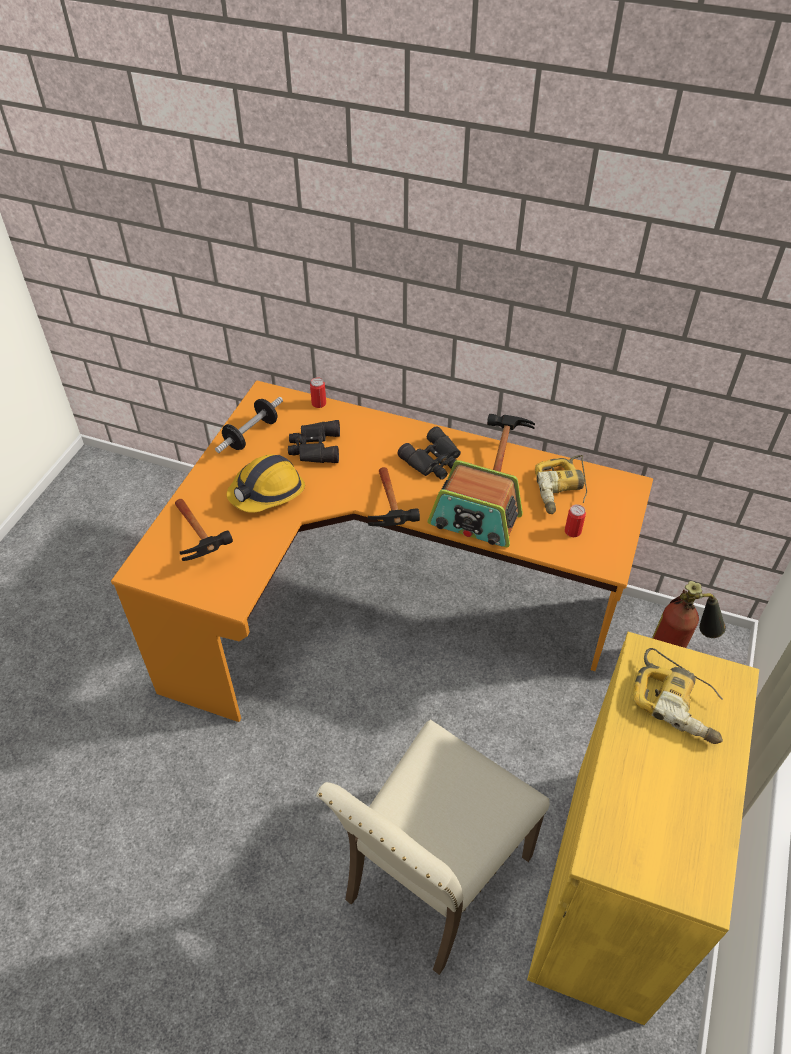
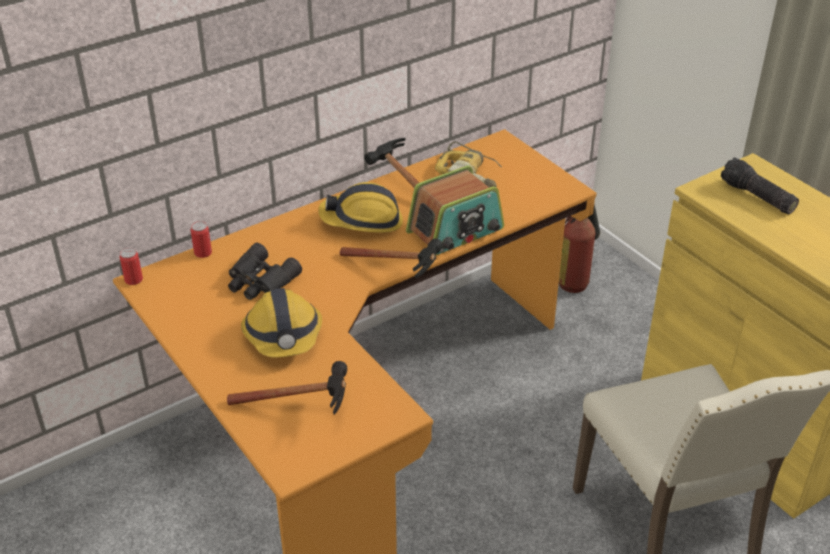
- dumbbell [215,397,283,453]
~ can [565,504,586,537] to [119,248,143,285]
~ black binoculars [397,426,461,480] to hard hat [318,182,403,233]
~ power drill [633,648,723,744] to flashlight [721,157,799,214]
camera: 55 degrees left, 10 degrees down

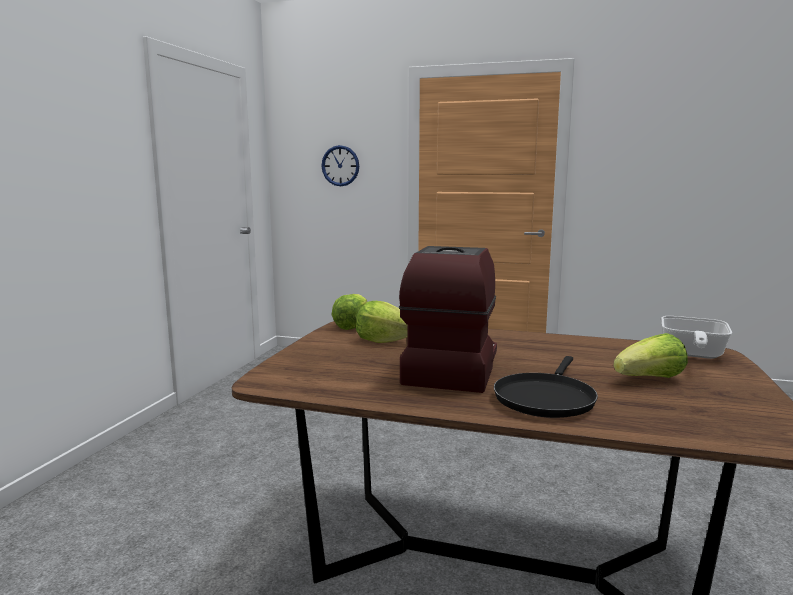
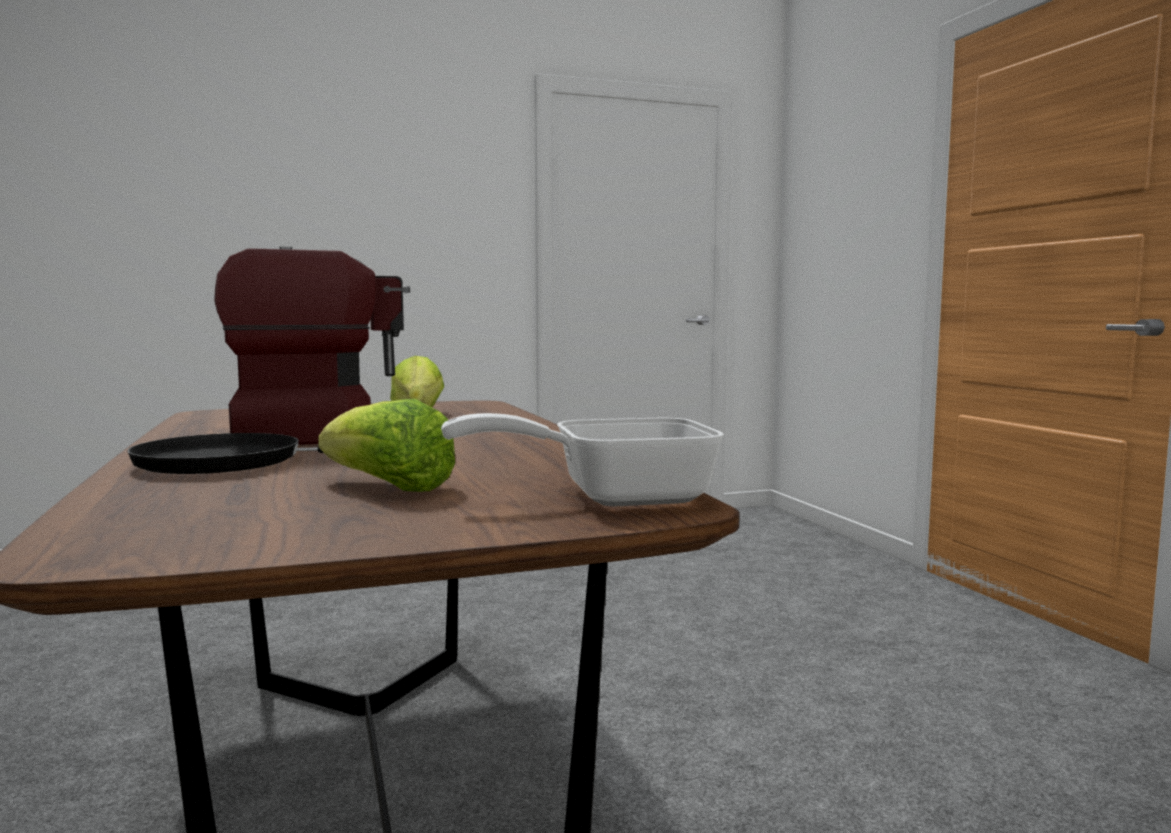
- wall clock [322,145,359,186]
- lettuce [331,294,367,330]
camera: 55 degrees right, 5 degrees down

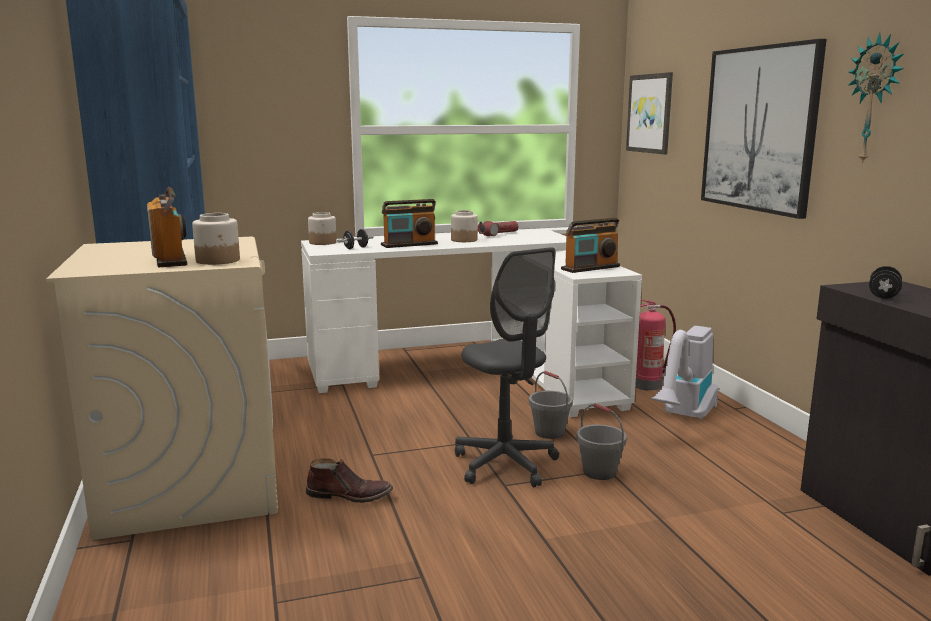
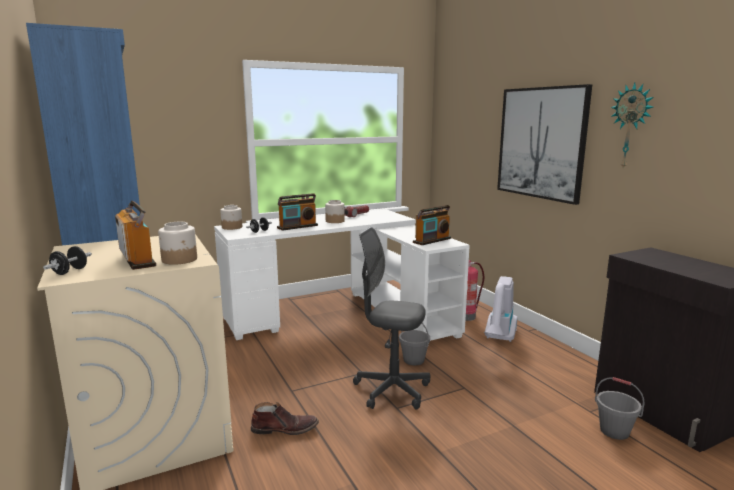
- picture [626,72,673,154]
~ grey bucket [576,404,627,480] to [595,377,644,440]
~ black dumbbell [869,266,902,299] to [43,246,92,275]
~ grey office chair [455,247,559,487] = [353,227,430,409] 150 degrees clockwise
camera: 10 degrees left, 0 degrees up

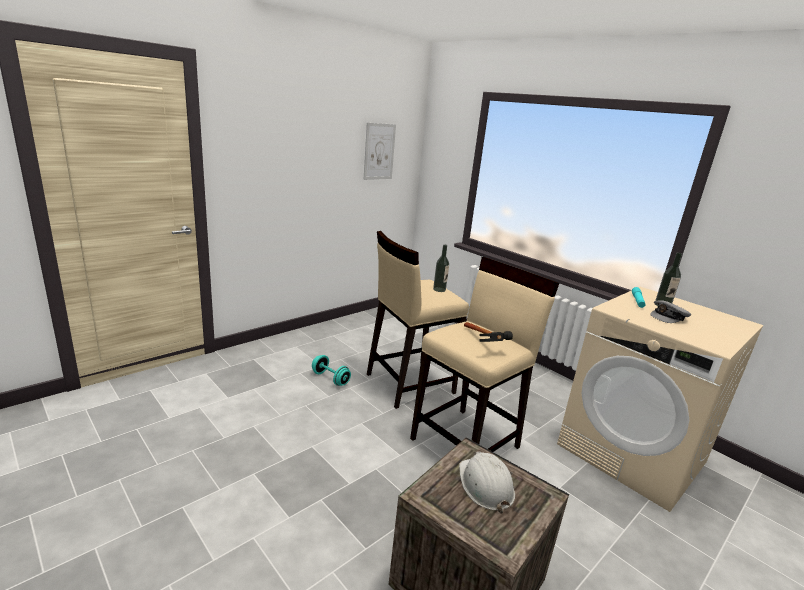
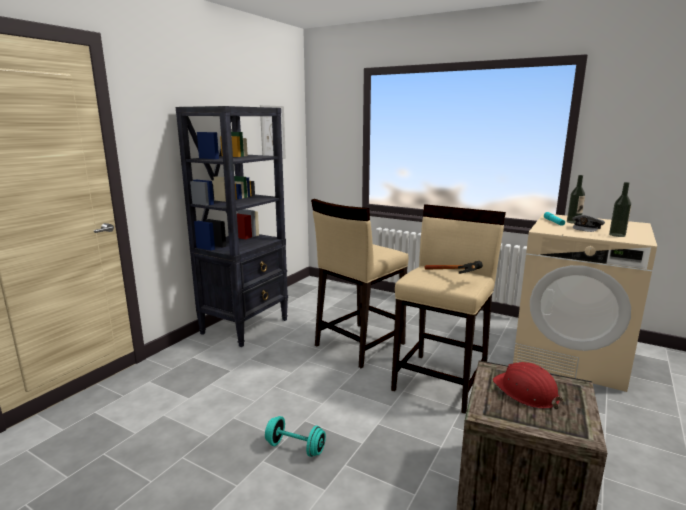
+ black bookcase [176,106,288,347]
~ turquoise dumbbell [312,355,351,386] to [265,416,326,457]
~ bottle [433,244,449,292] to [609,182,631,237]
~ white hard hat [459,452,515,513] to red hard hat [493,362,564,409]
camera: 15 degrees left, 5 degrees down

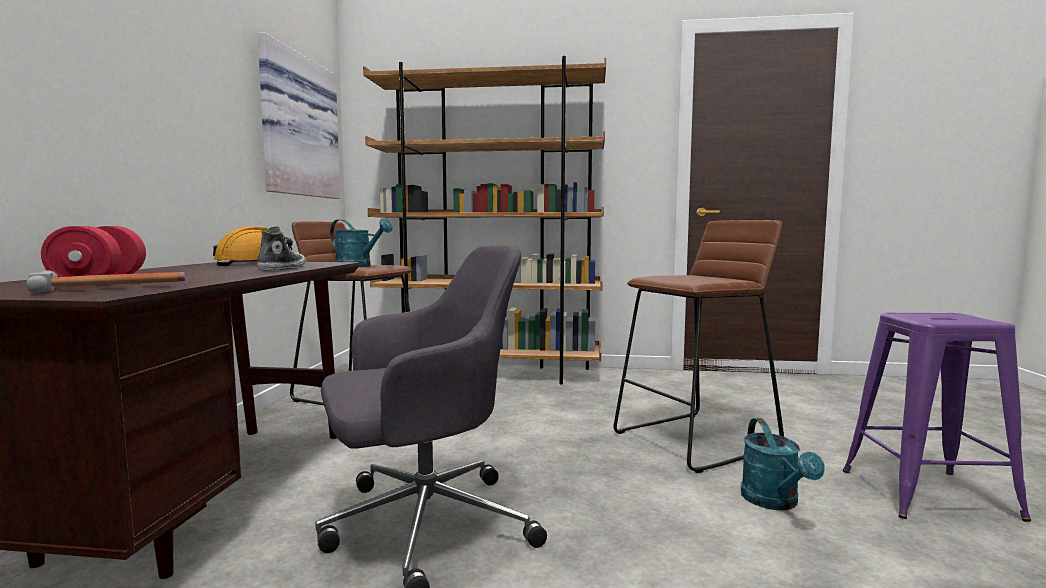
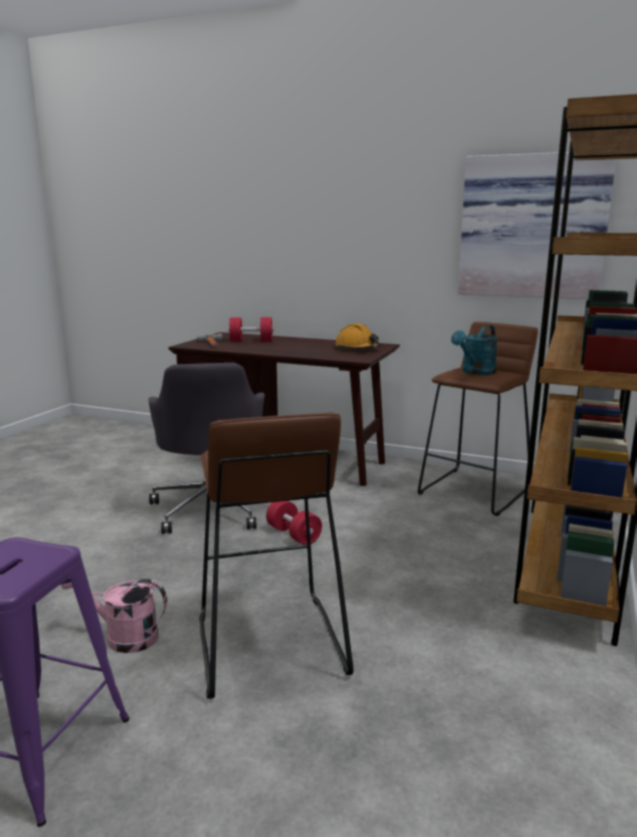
- shoe [257,226,305,270]
+ red dumbbell [266,501,322,545]
~ turquoise watering can [741,418,825,510] to pink watering can [61,577,167,653]
camera: 105 degrees right, 10 degrees up

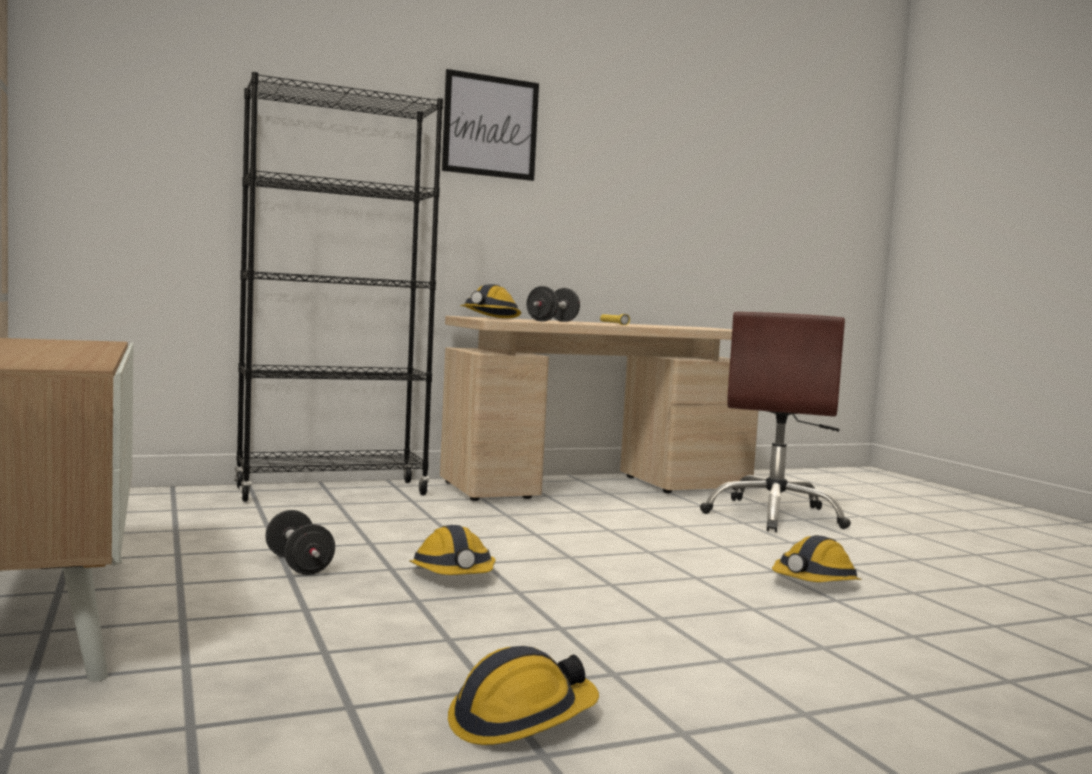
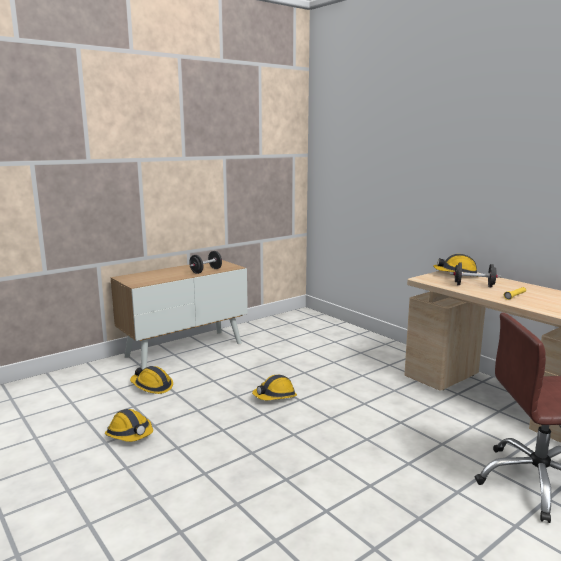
- black bookcase [234,72,443,502]
- picture [442,69,539,181]
~ black dumbbell [265,510,335,575] to [189,251,222,274]
~ hard hat [772,535,861,582] to [130,366,173,394]
camera: 75 degrees right, 10 degrees up

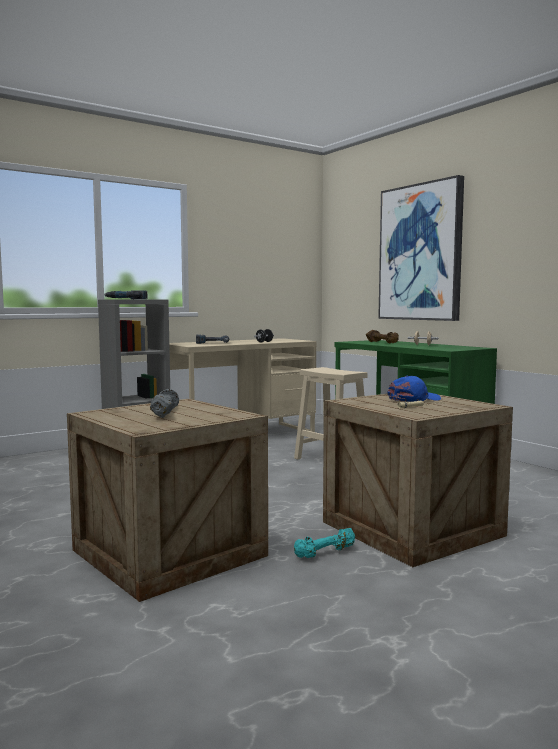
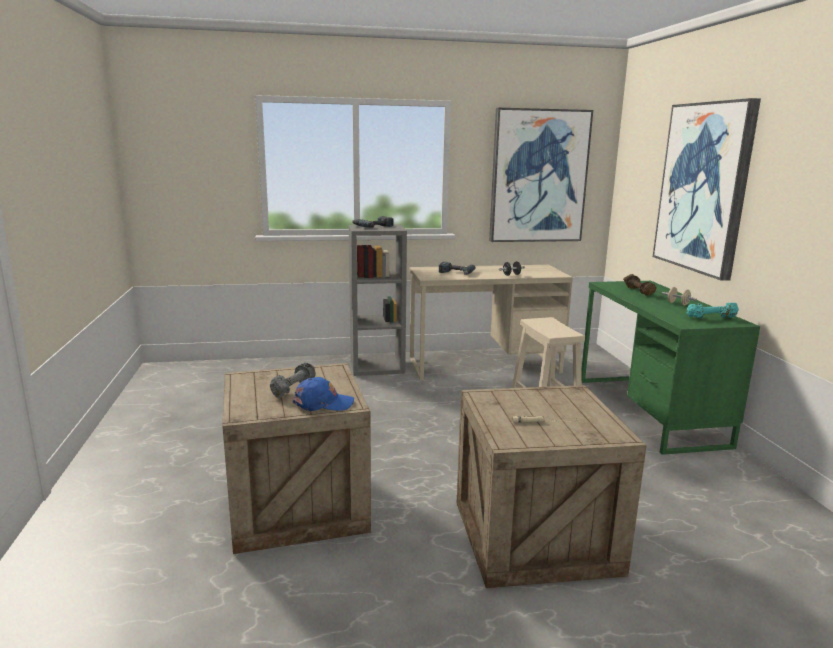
+ picture [489,108,593,242]
~ turquoise dumbbell [294,528,355,558] to [686,303,739,319]
~ blue cap [387,375,441,402] to [293,377,354,411]
camera: 25 degrees right, 10 degrees up

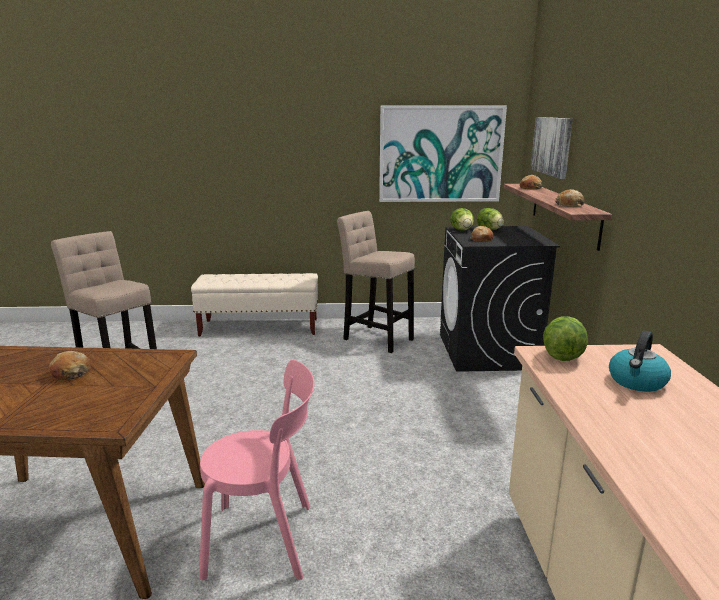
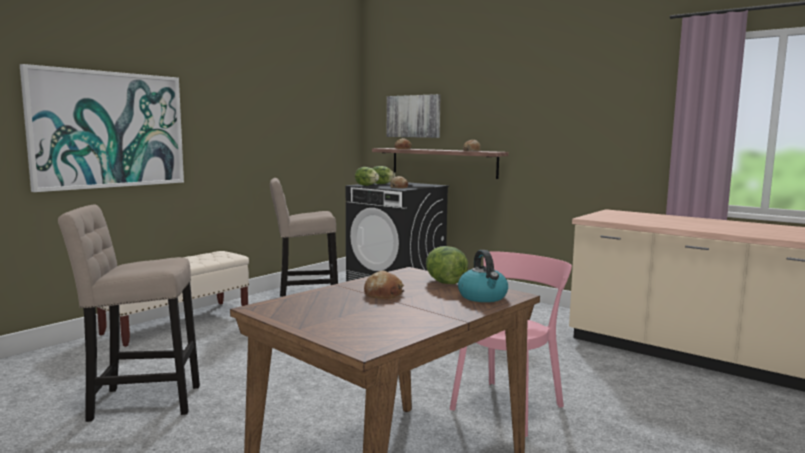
~ picture [379,106,507,202] to [20,64,184,192]
~ lettuce [543,316,588,361] to [426,246,468,284]
~ kettle [609,331,671,392] to [458,250,508,302]
camera: 50 degrees left, 10 degrees down

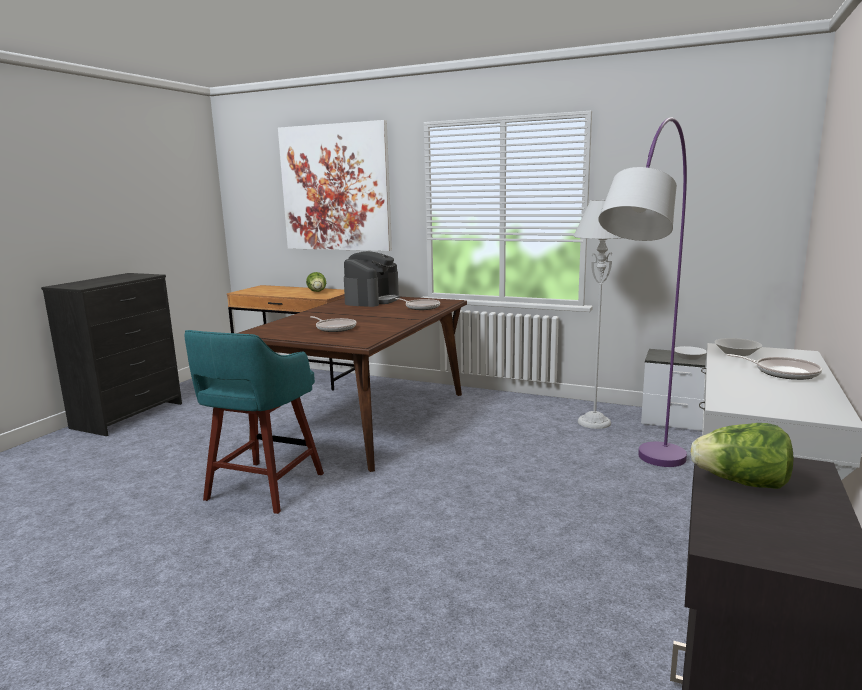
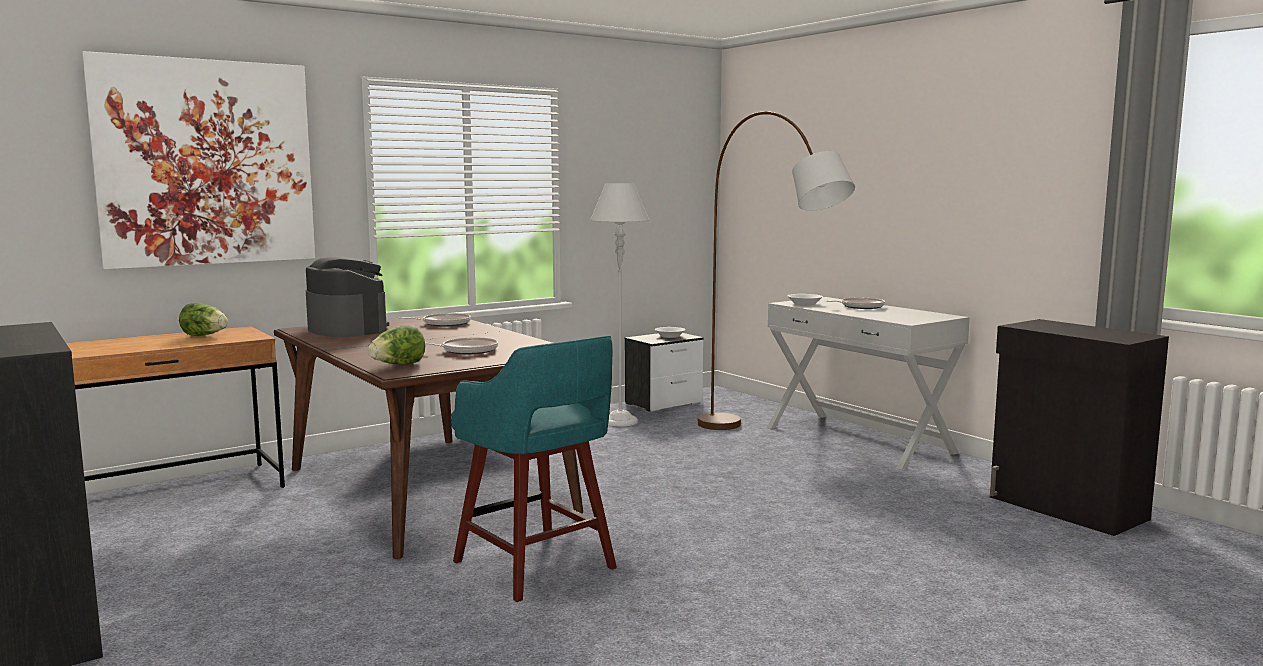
~ lettuce [691,423,794,489] to [368,325,425,365]
~ purple floor lamp [598,118,687,467] to brown floor lamp [698,111,855,430]
camera: 60 degrees left, 5 degrees down

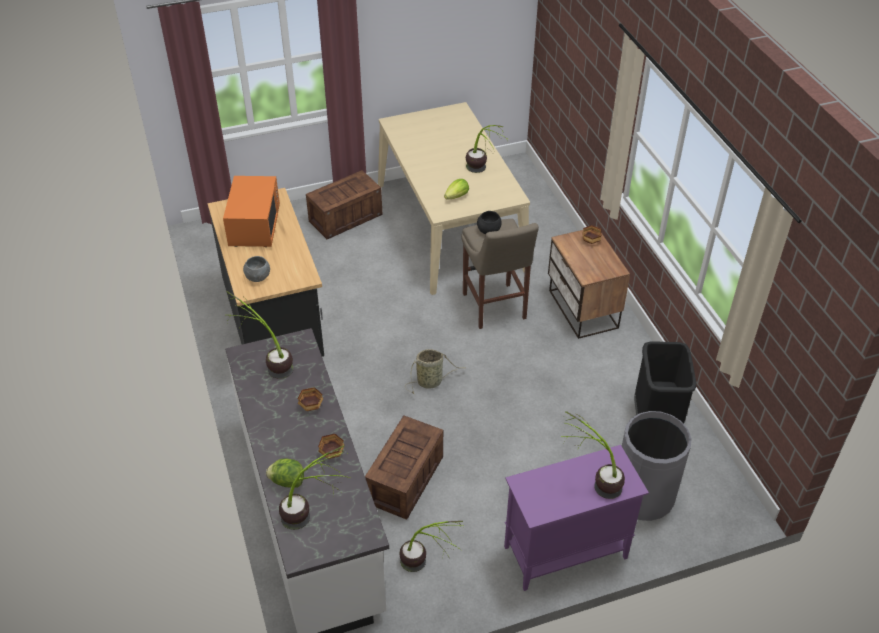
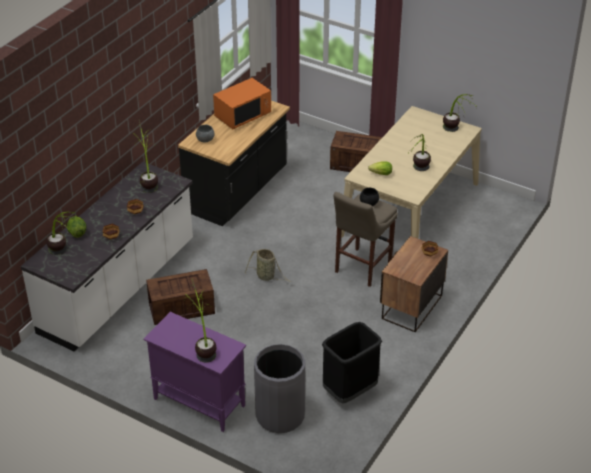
~ potted plant [399,521,464,572] to [443,94,477,132]
camera: 50 degrees right, 5 degrees down

